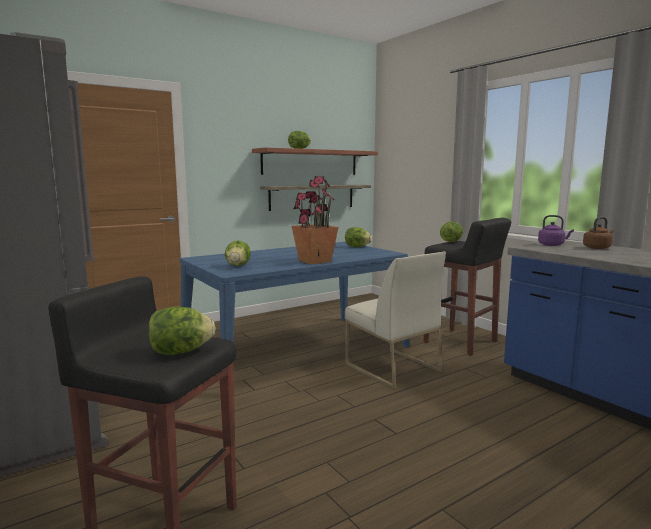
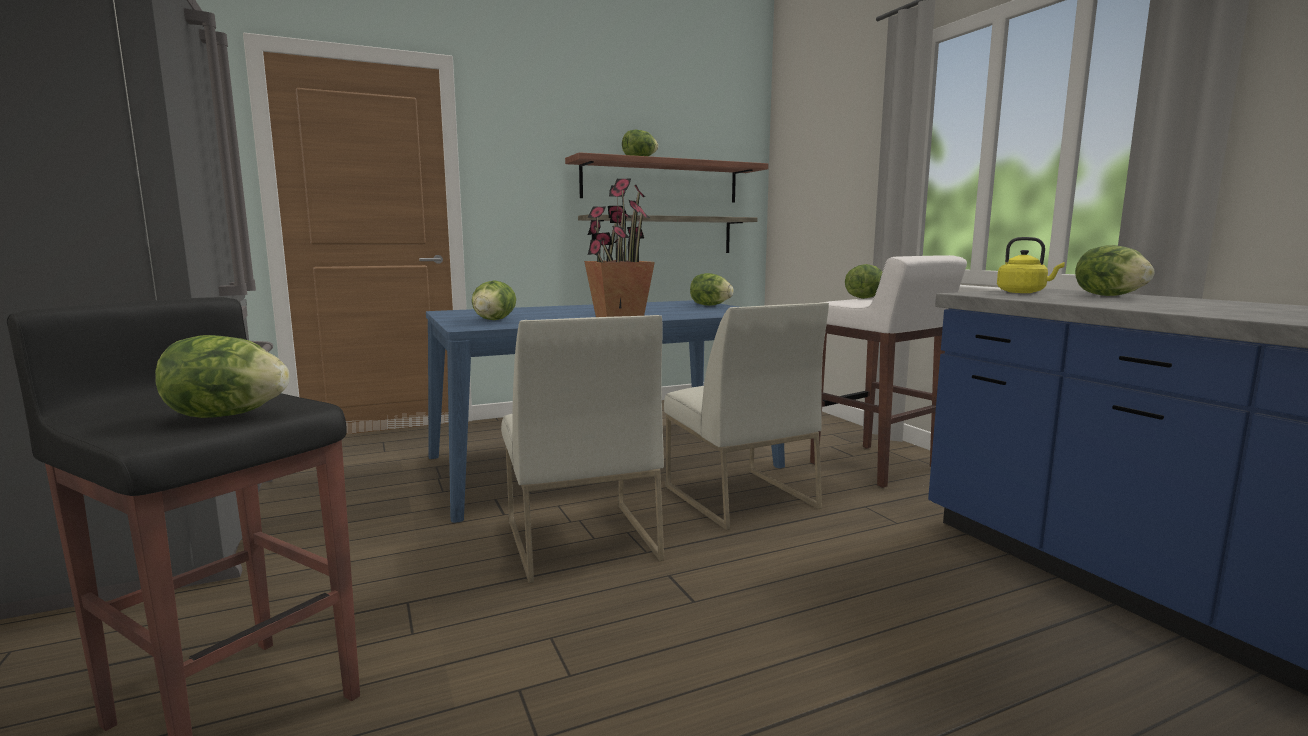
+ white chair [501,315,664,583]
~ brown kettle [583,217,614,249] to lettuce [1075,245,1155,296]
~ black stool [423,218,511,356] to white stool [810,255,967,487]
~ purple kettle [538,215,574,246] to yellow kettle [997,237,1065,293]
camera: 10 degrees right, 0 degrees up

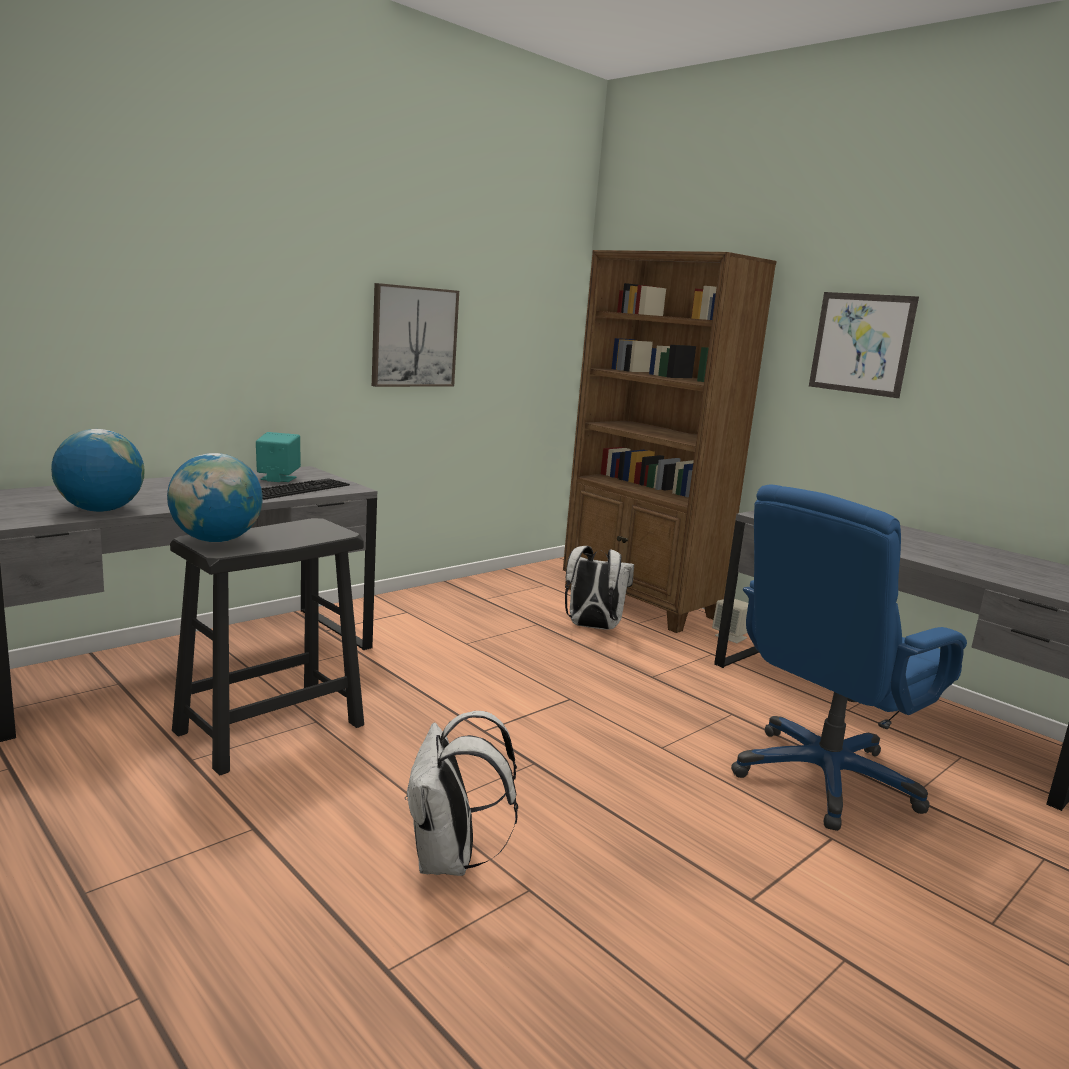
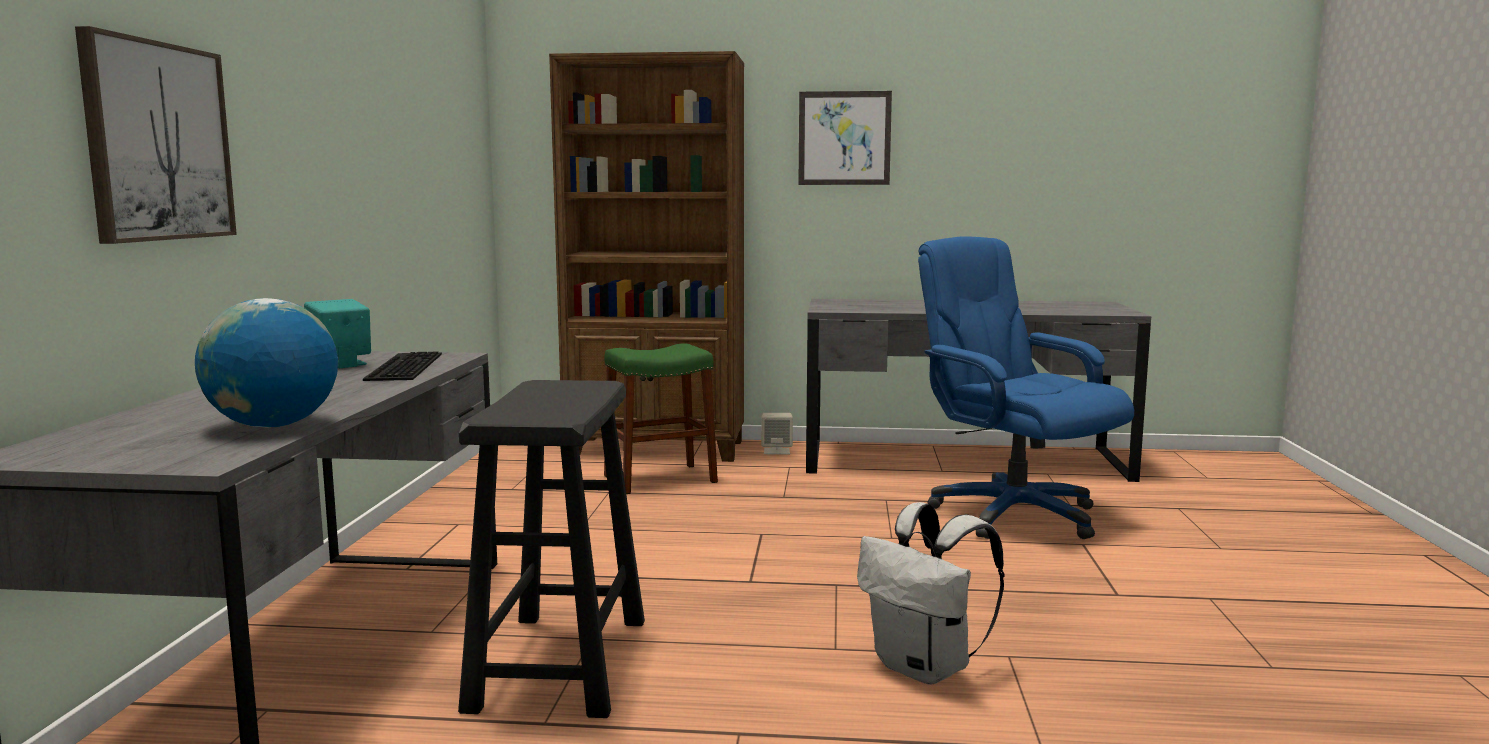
- globe [167,453,263,542]
~ picture [372,283,459,387] to [75,26,237,244]
~ white backpack [565,546,634,630] to green stool [604,343,718,494]
~ blue office chair [731,484,967,831] = [918,236,1134,539] 135 degrees clockwise
camera: 40 degrees left, 5 degrees down

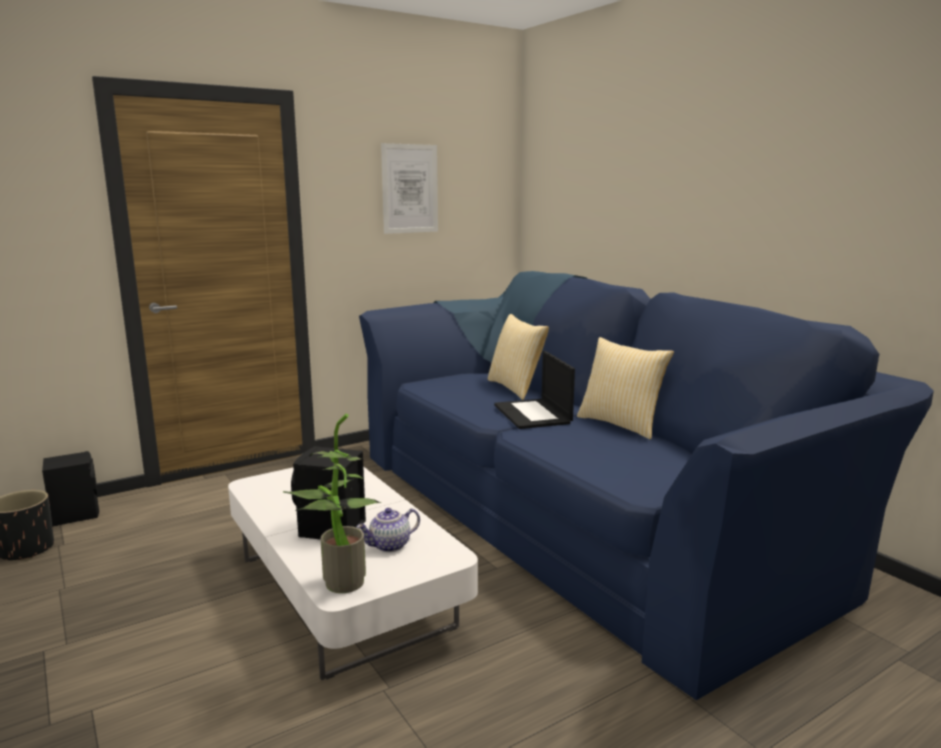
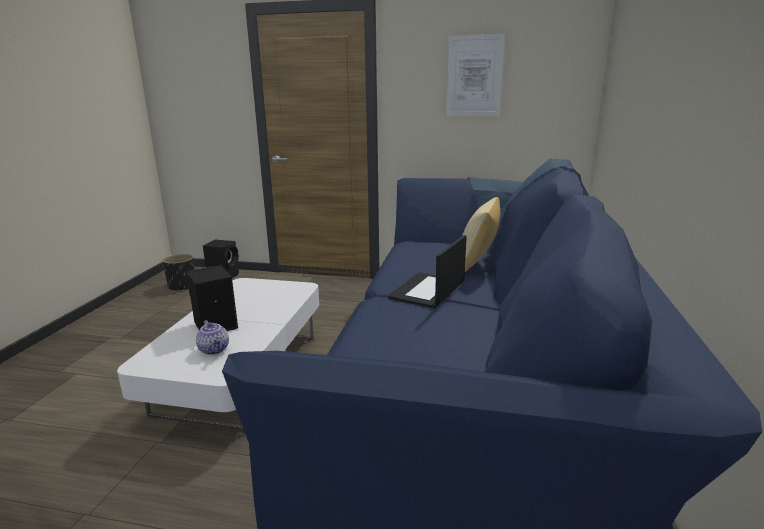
- potted plant [283,414,381,593]
- pillow [577,337,674,439]
~ teapot [357,508,420,552] = [196,320,229,355] 135 degrees counterclockwise
camera: 45 degrees right, 5 degrees up

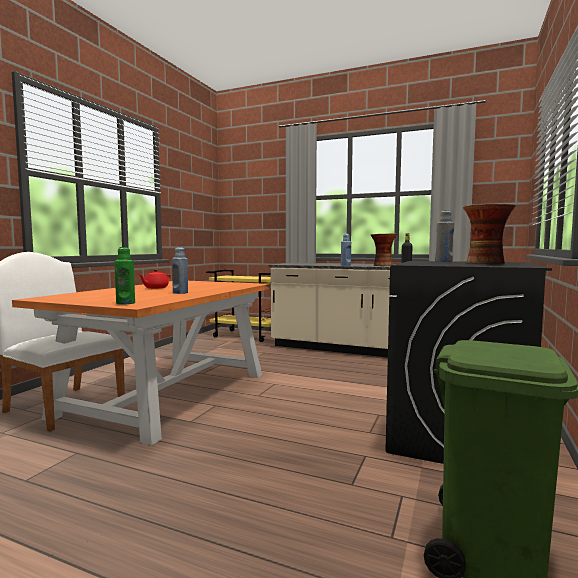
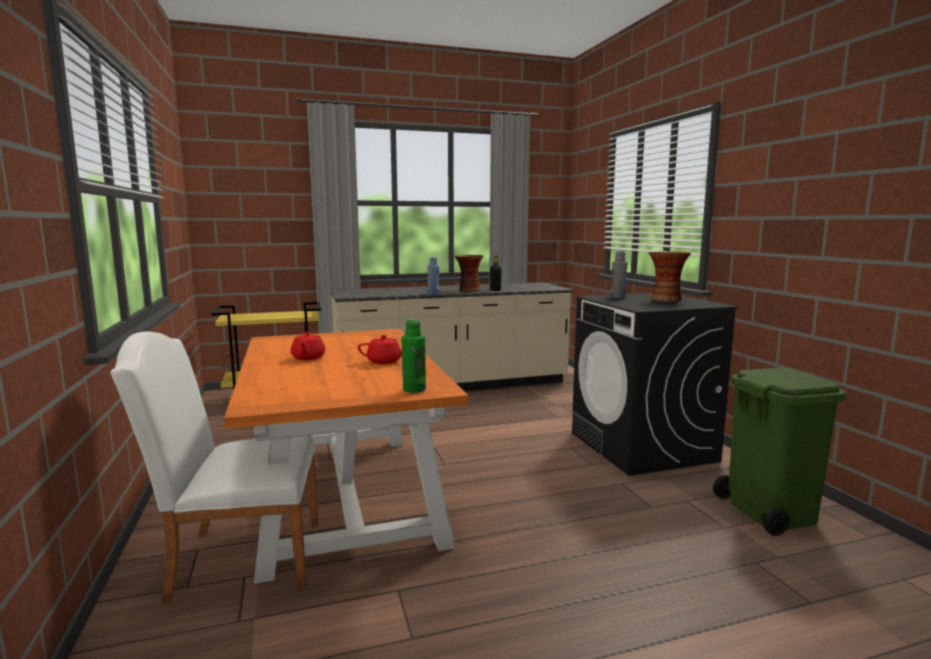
~ blue bottle [172,247,188,294] to red teapot [358,335,402,364]
camera: 40 degrees left, 5 degrees up

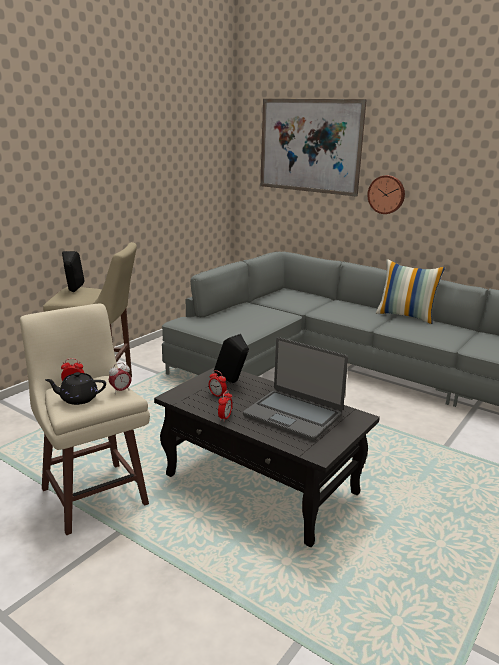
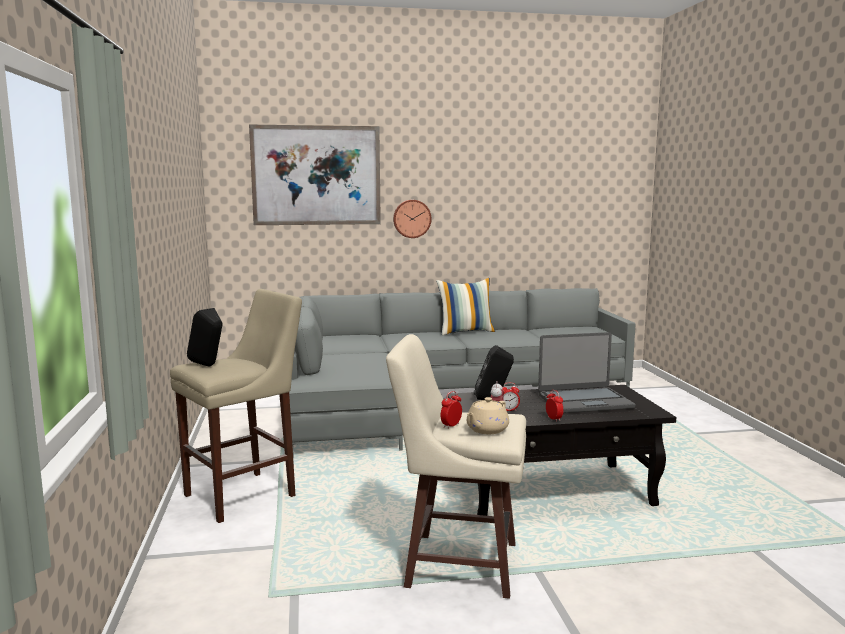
~ black teapot [45,372,106,405] to beige teapot [467,397,509,434]
camera: 45 degrees left, 10 degrees down

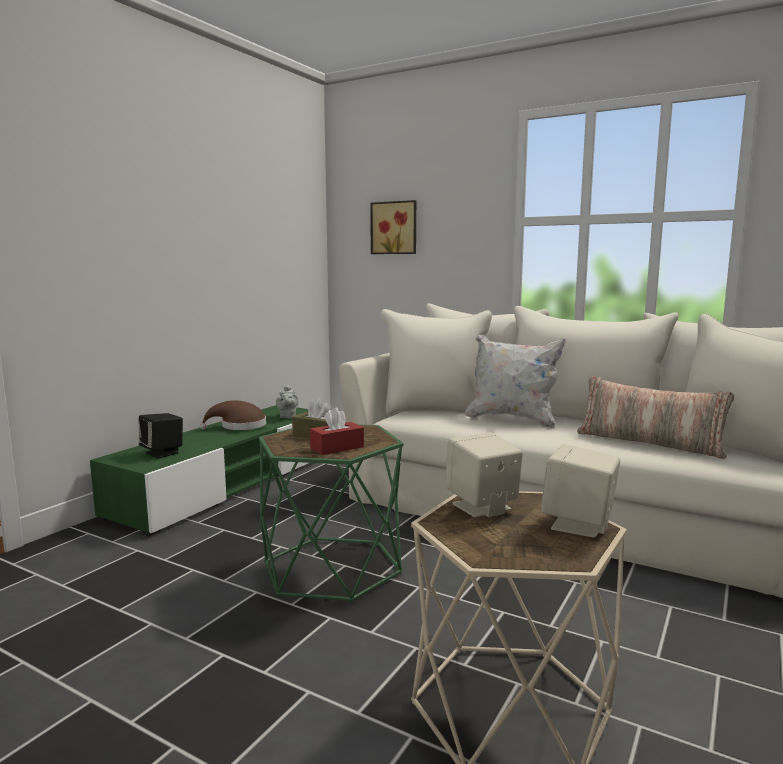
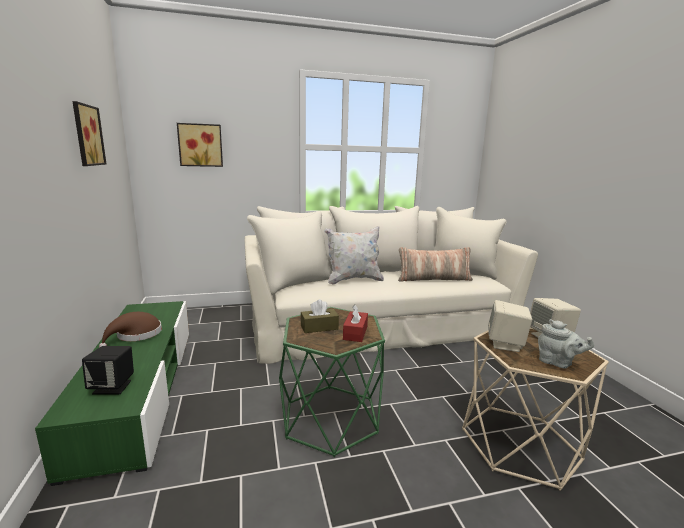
+ picture [72,101,106,166]
~ grey teapot [276,385,299,419] to [538,319,594,369]
camera: 45 degrees left, 5 degrees up

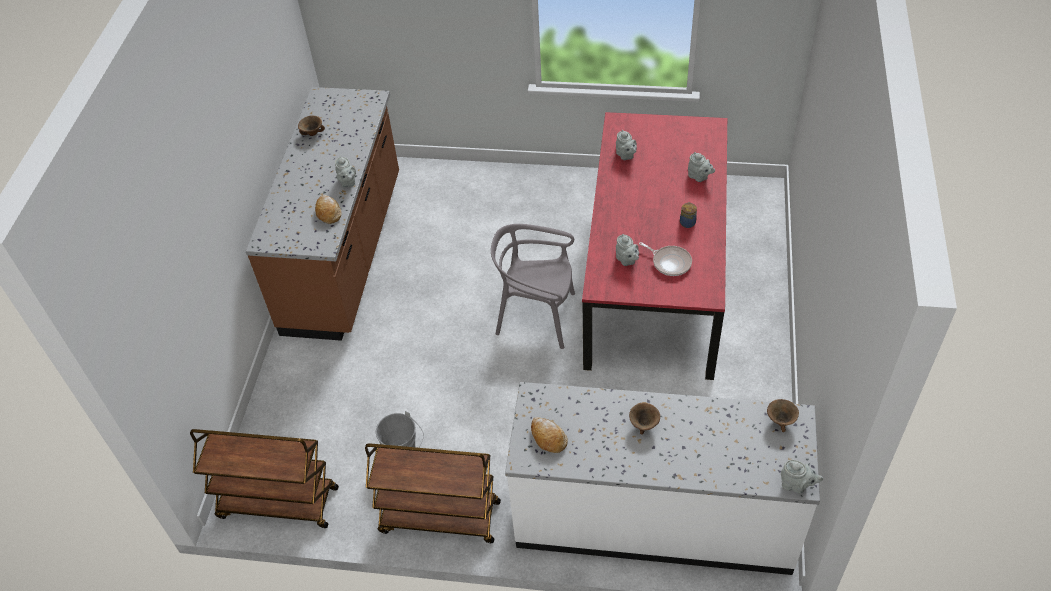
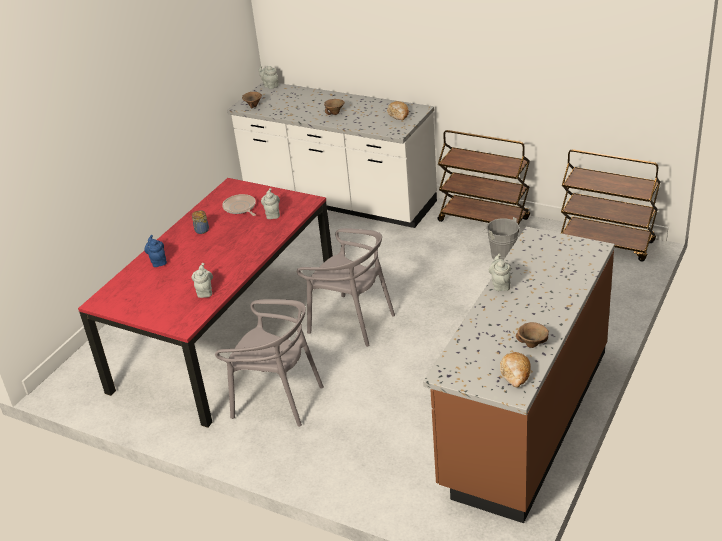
+ grey chair [215,299,324,427]
~ bread [315,195,342,224] to [500,352,531,388]
~ grey teapot [688,152,715,182] to blue teapot [145,235,167,267]
camera: 160 degrees left, 15 degrees down

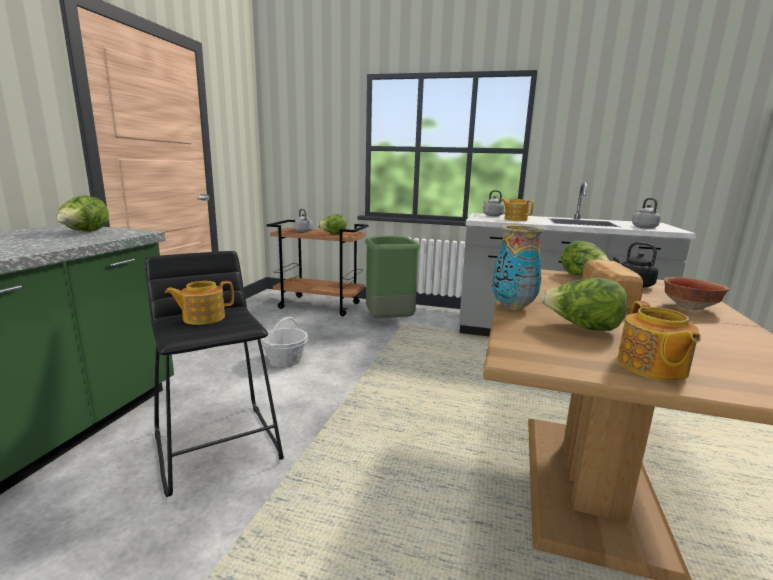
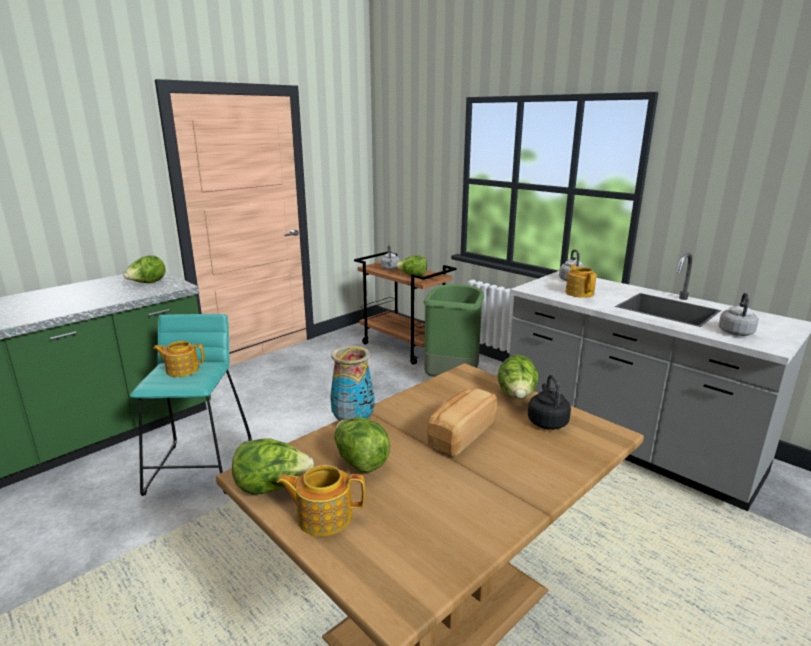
- basket [261,317,308,367]
- bowl [664,277,729,310]
+ lettuce [232,439,314,494]
~ black stool [145,251,284,497] to turquoise stool [130,314,252,496]
~ teapot [617,301,701,381] = [276,465,365,536] 60 degrees clockwise
camera: 30 degrees right, 5 degrees up

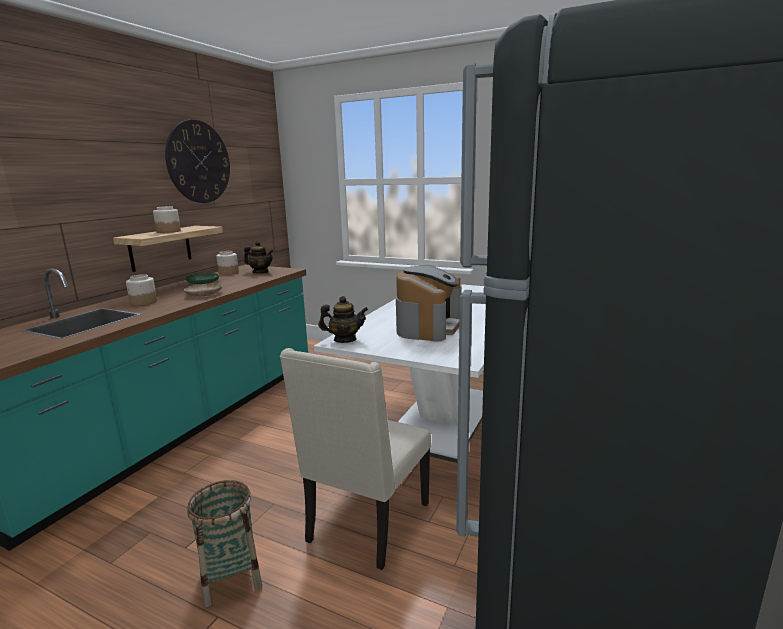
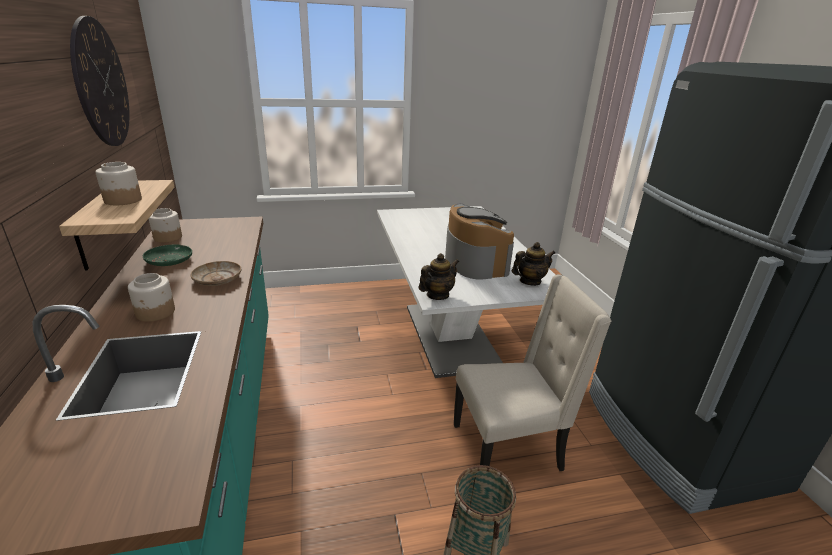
~ teapot [244,241,274,273] to [512,242,555,286]
~ beige chair [280,348,431,570] = [454,274,611,471] 90 degrees counterclockwise
camera: 40 degrees left, 10 degrees up

